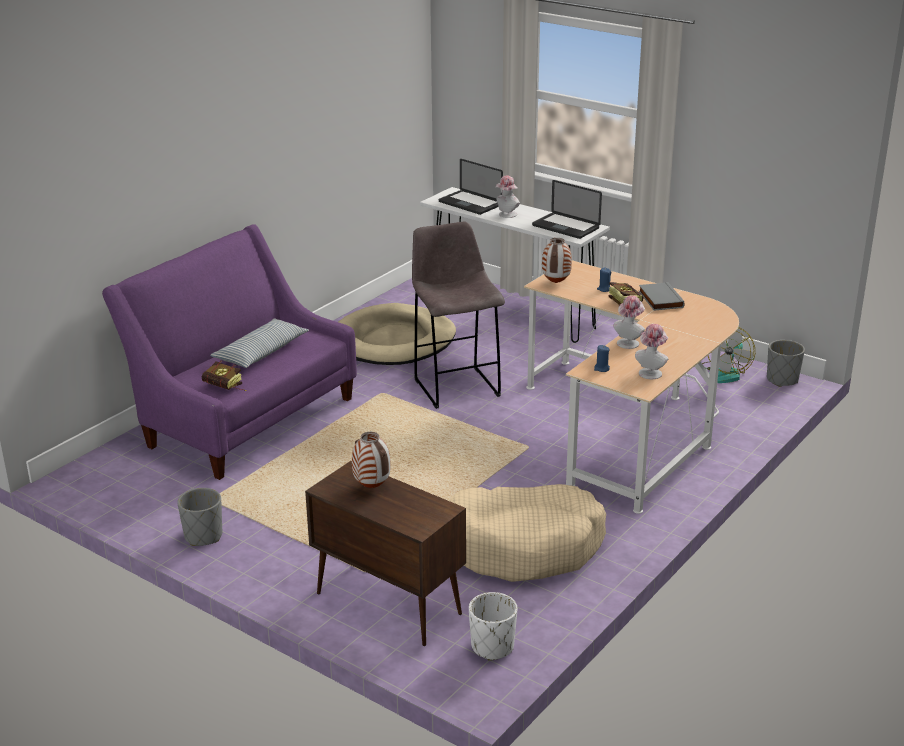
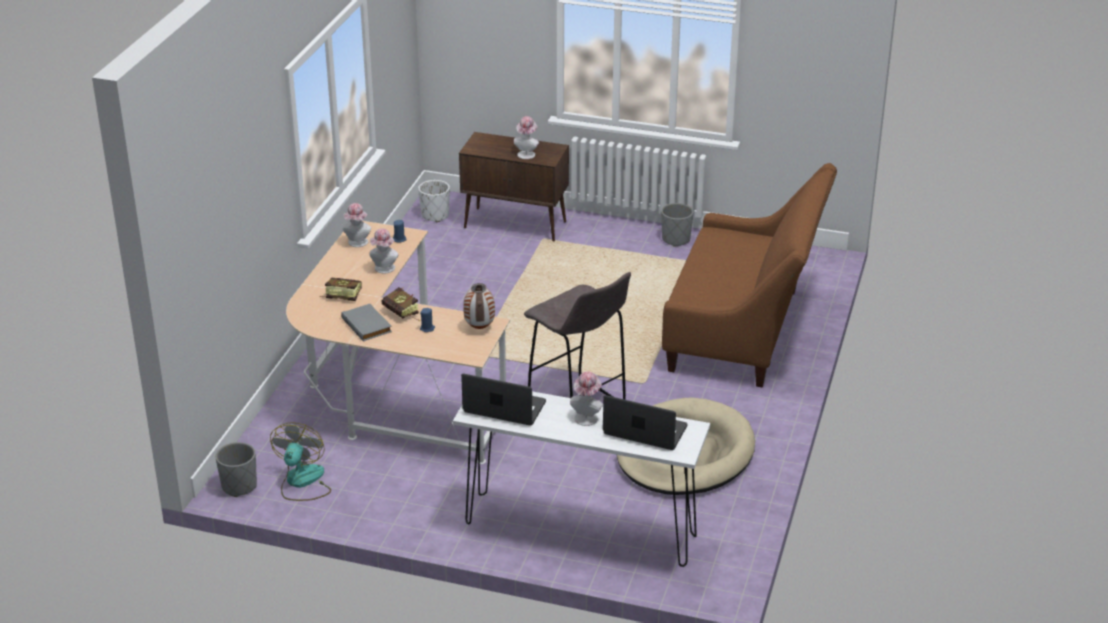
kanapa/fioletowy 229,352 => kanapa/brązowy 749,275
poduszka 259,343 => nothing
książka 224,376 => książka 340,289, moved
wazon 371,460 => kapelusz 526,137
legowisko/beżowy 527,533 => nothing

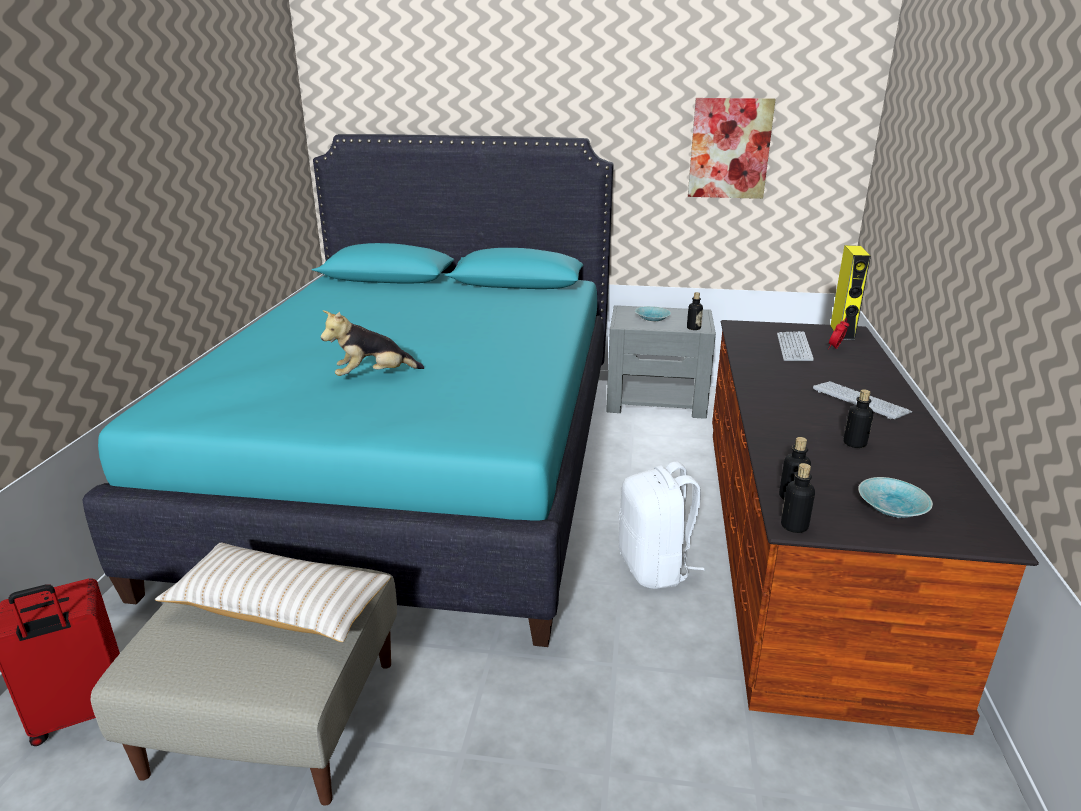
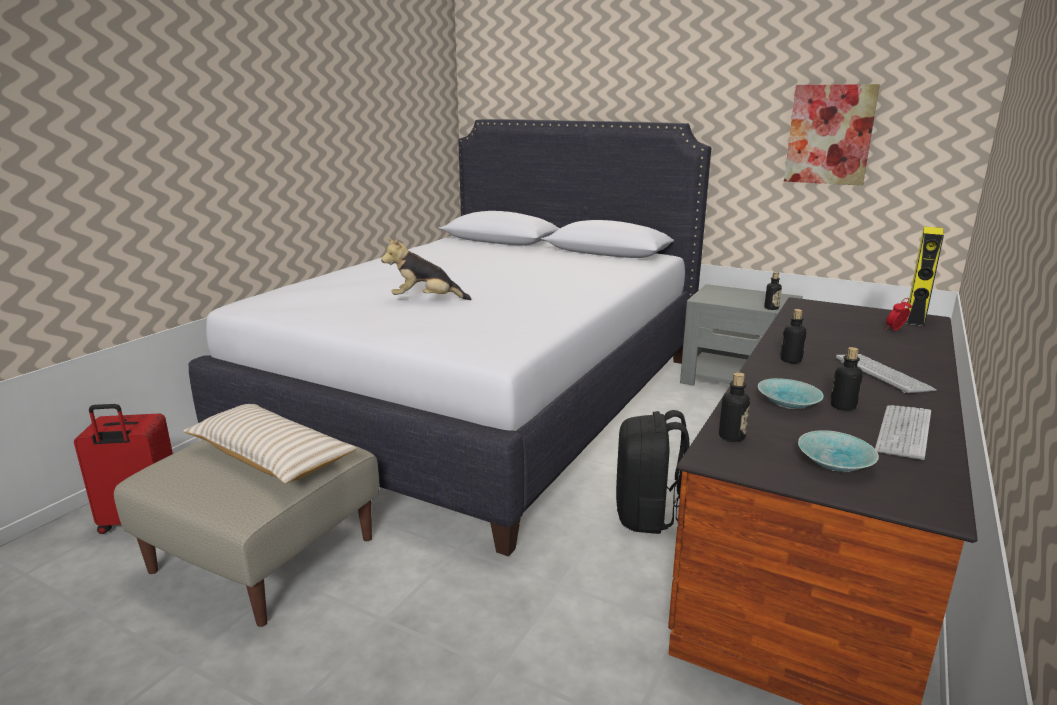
łóżko/turkusowy 348,390 => łóżko/biały 450,338
miska/turkusowy 653,314 => miska/turkusowy 790,393, moved
klawiatura 795,346 => klawiatura 903,432, moved
plecak/biały 661,525 => plecak/czarny 653,472
butelka 798,498 => butelka 793,336, moved

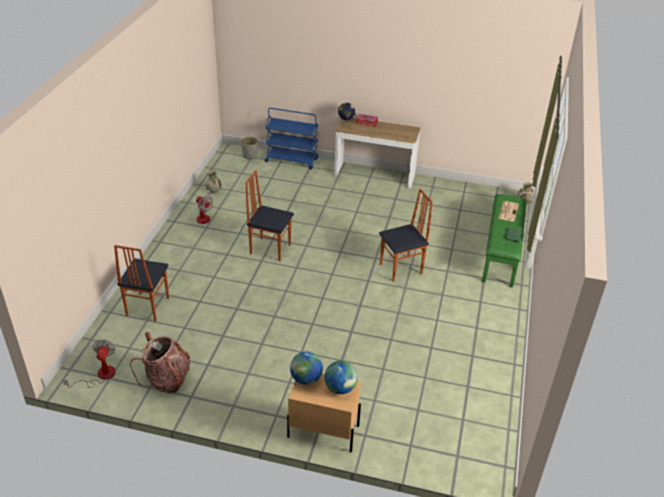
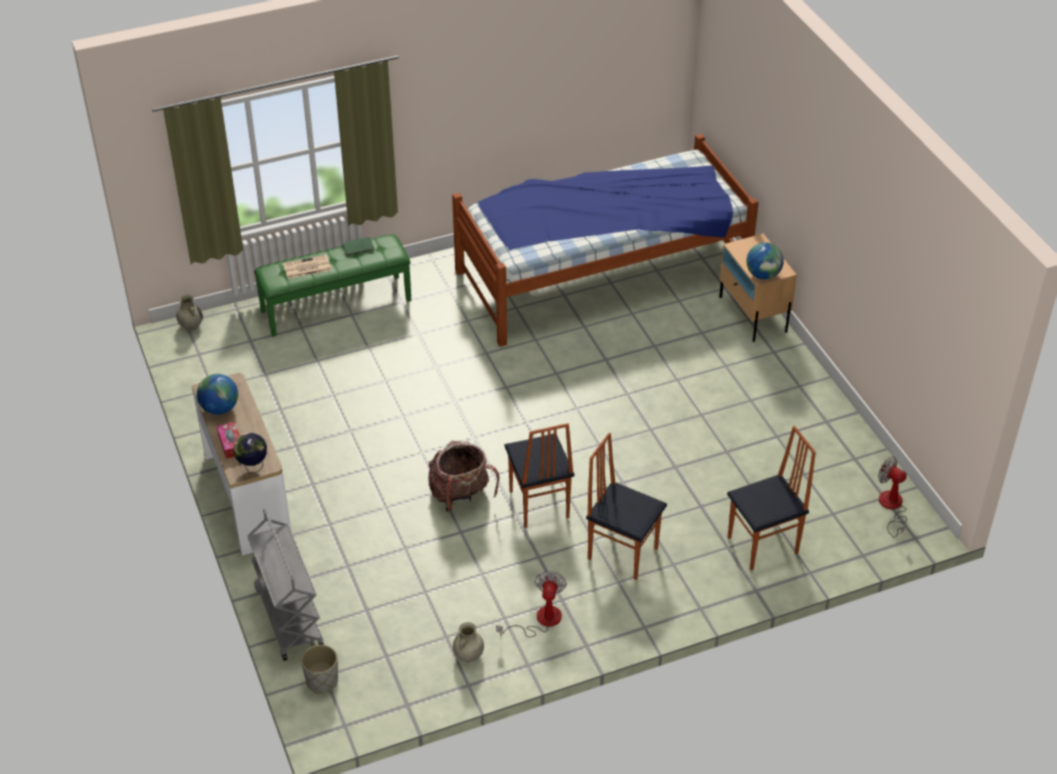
wózek/niebieski 292,138 => wózek/szary 286,584
krzesło 406,235 => krzesło 626,506, moved
plecak 160,362 => plecak 463,476, moved
wentylator 89,364 => wentylator 892,497, 75 degrees clockwise
globus 341,377 => globus 217,394, moved
nothing => łóżko 605,240

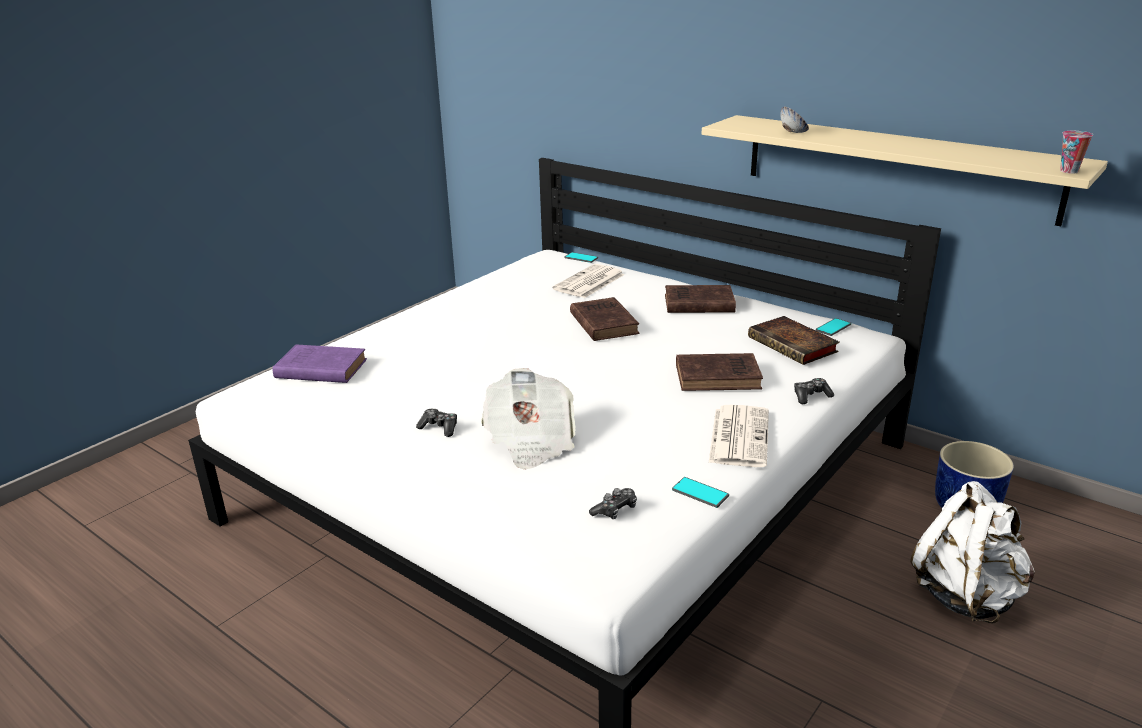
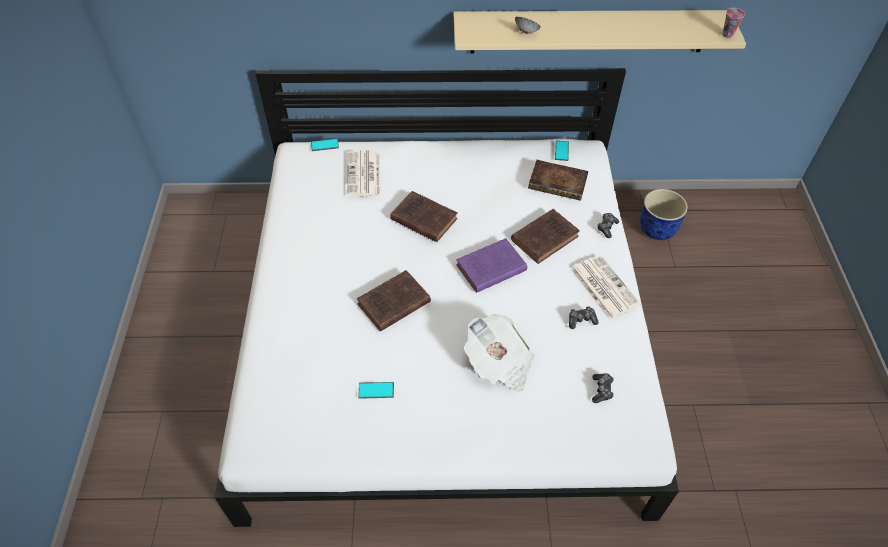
książka/brązowy 700,299 => książka/brązowy 394,301, moved
książka/fioletowy 320,363 => książka/fioletowy 491,265, moved
pad do gier 436,423 => pad do gier 584,317, moved
telefon 700,492 => telefon 376,390, moved
plecak/biały 972,552 => nothing

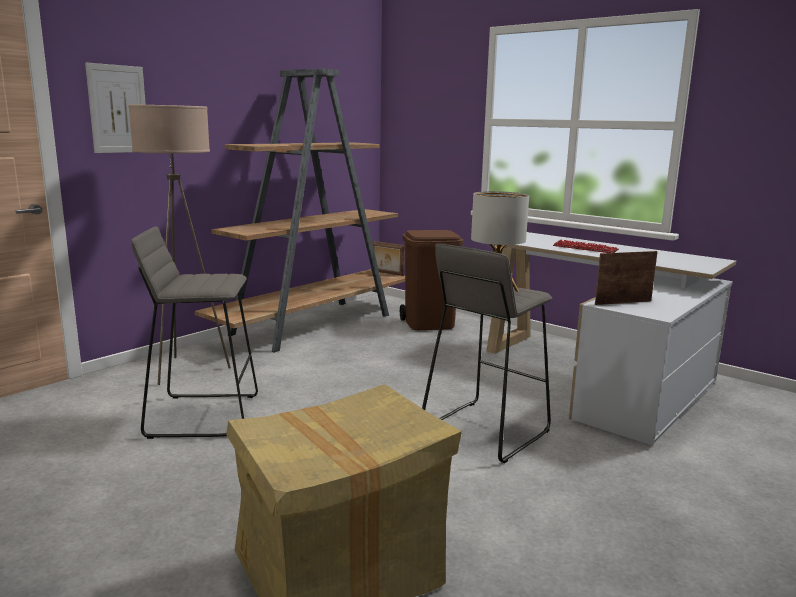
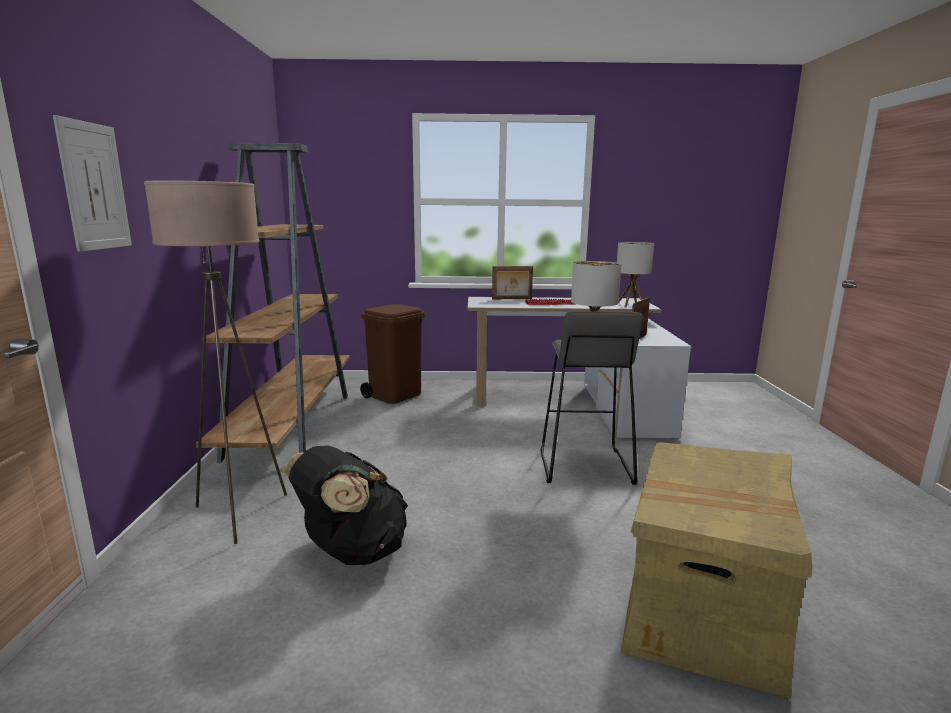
stołek/szary 194,332 => plecak/czarny 345,505
ramka na zdjęcie 388,258 => ramka na zdjęcie 512,283, moved
nothing => lampa stołowa 635,275

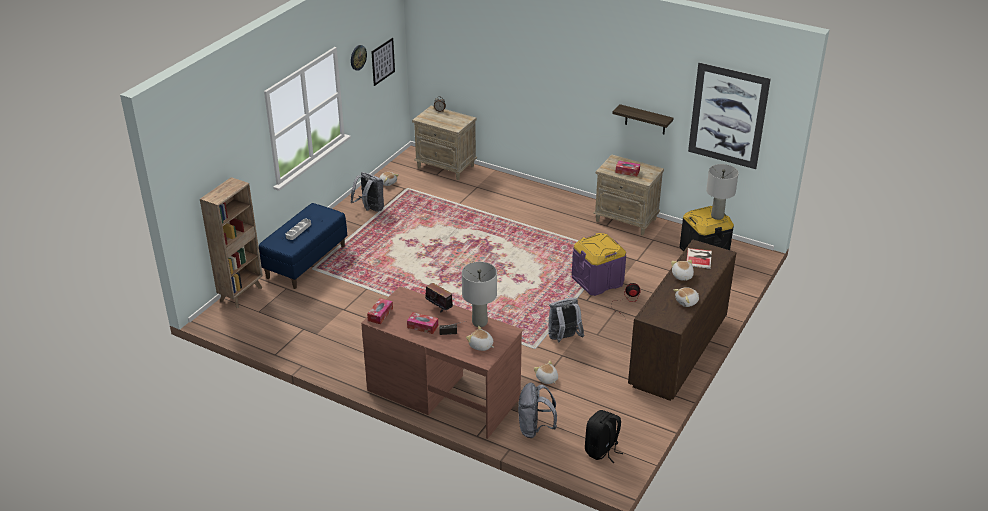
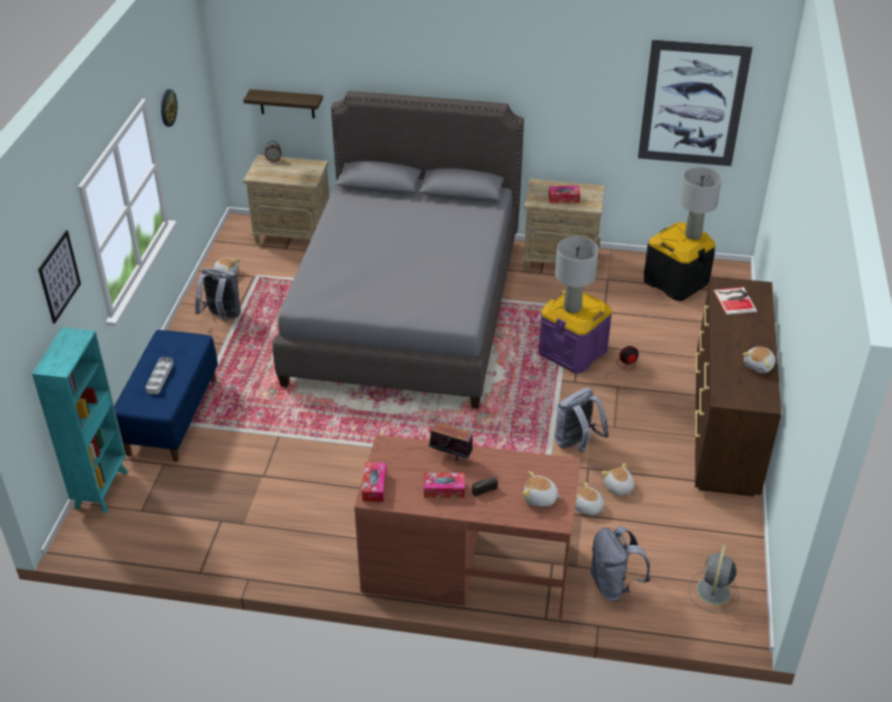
obraz 383,62 => obraz 59,277, moved
półka 643,119 => półka 283,103, moved
regał/brązowy 231,242 => regał/turkusowy 80,420
pluszak 682,270 => pluszak 618,479, moved
lampa stołowa/szary 479,294 => lampa stołowa/szary 577,274, moved
plecak/czarny 604,436 => wentylator/szary 713,578
nothing => łóżko/szary 398,250

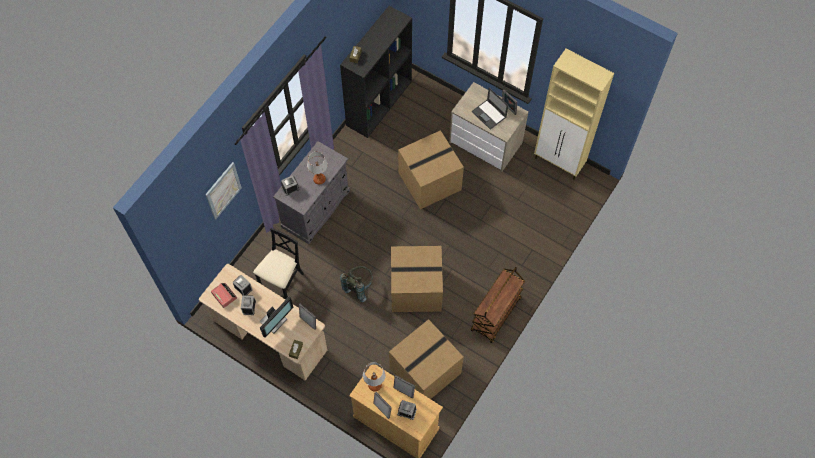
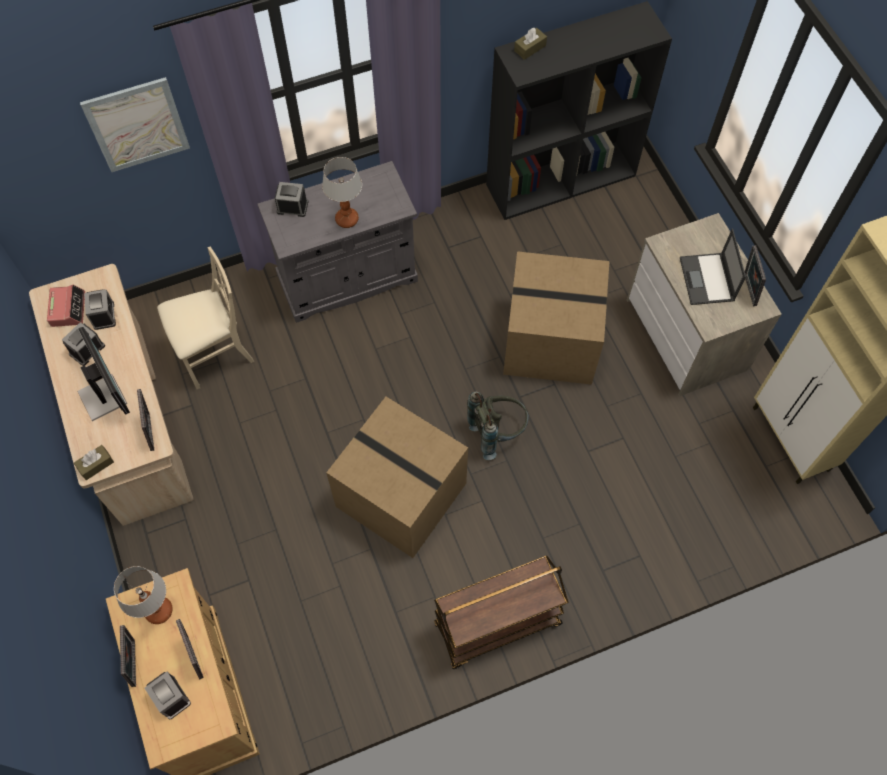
krzesło/czarny 278,264 => krzesło/beżowy 205,318
plecak/szary 356,284 => plecak/szary 498,426, moved
monitor 277,317 => monitor 103,374, 105 degrees counterclockwise
karton 426,359 => nothing

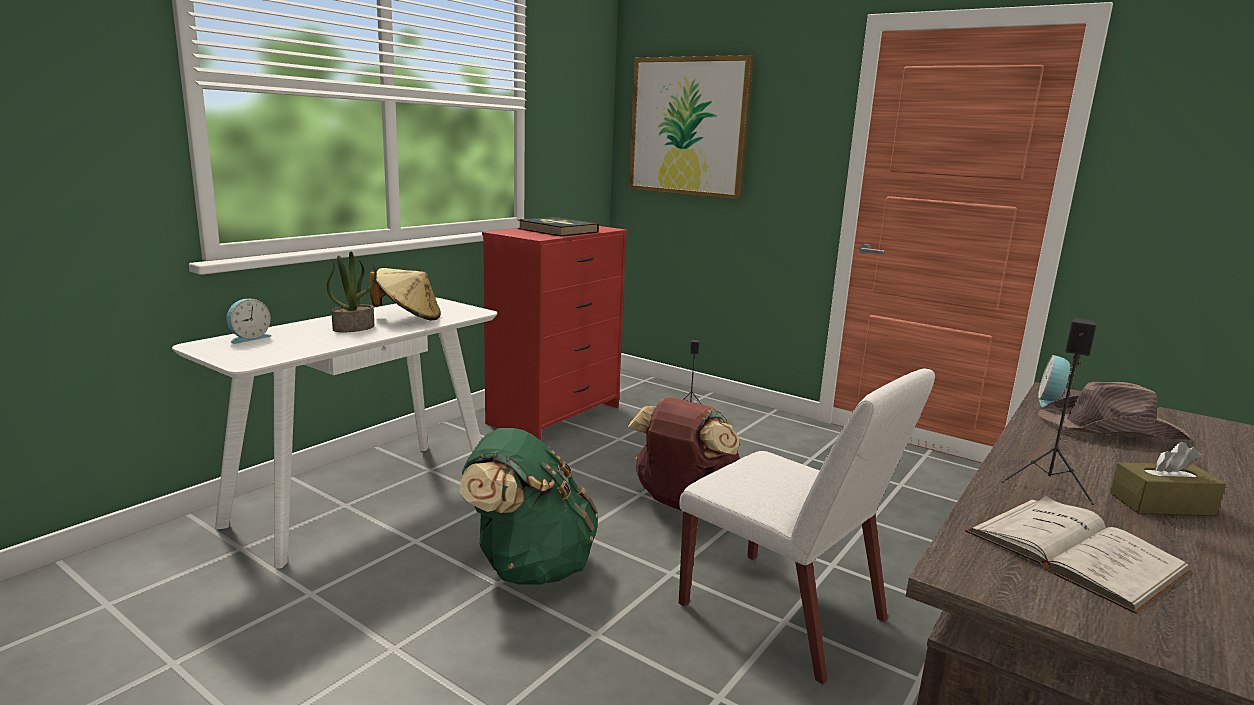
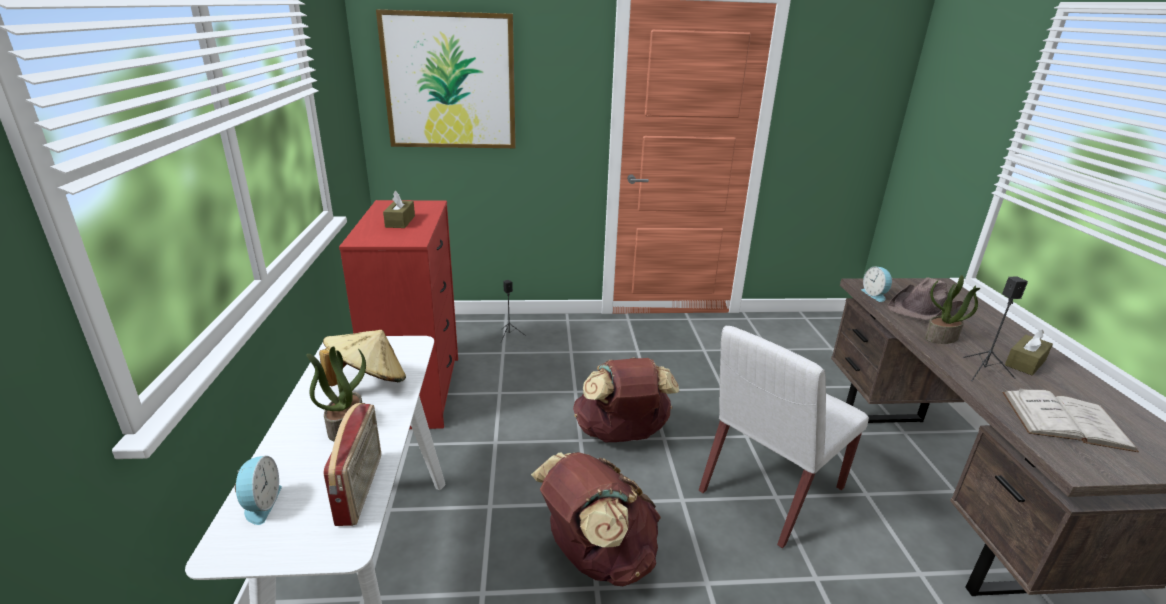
książka 558,226 => pudełko chusteczek/brązowy 399,209
krzesło/biały 807,526 => krzesło/biały 784,437, 135 degrees clockwise
plecak/zielony 528,506 => plecak/brązowy 596,519
nothing => roślina doniczkowa 953,309
nothing => radio 352,464

